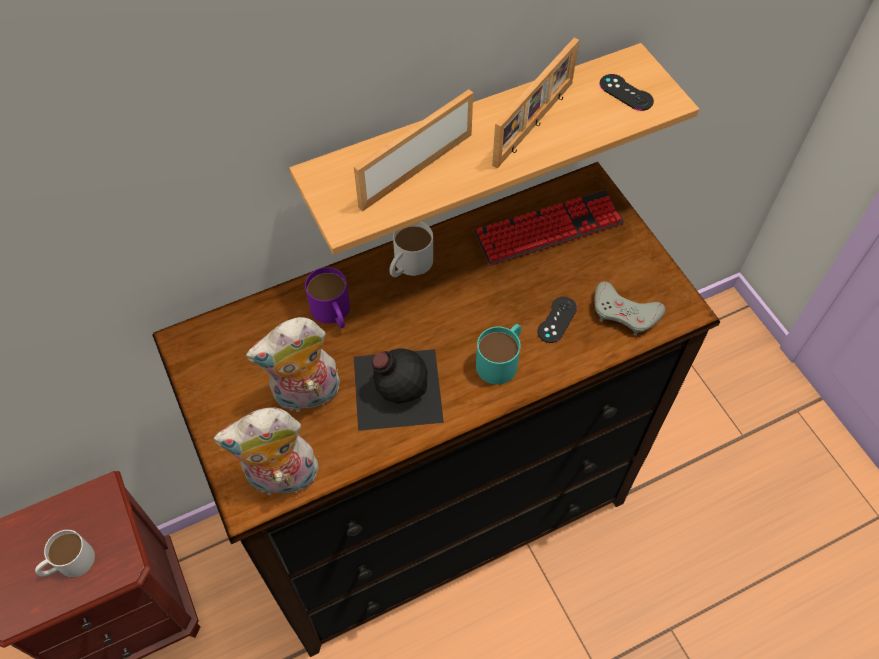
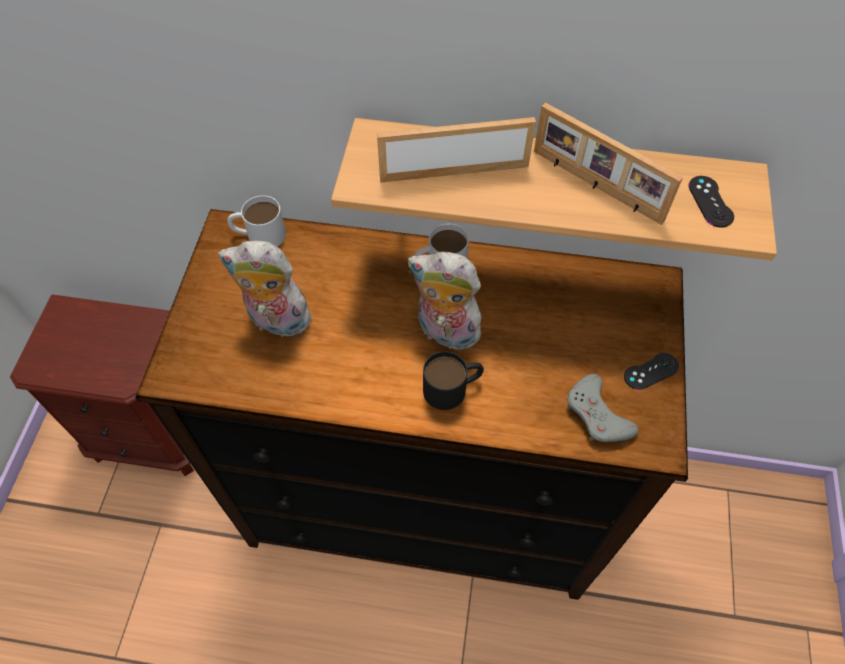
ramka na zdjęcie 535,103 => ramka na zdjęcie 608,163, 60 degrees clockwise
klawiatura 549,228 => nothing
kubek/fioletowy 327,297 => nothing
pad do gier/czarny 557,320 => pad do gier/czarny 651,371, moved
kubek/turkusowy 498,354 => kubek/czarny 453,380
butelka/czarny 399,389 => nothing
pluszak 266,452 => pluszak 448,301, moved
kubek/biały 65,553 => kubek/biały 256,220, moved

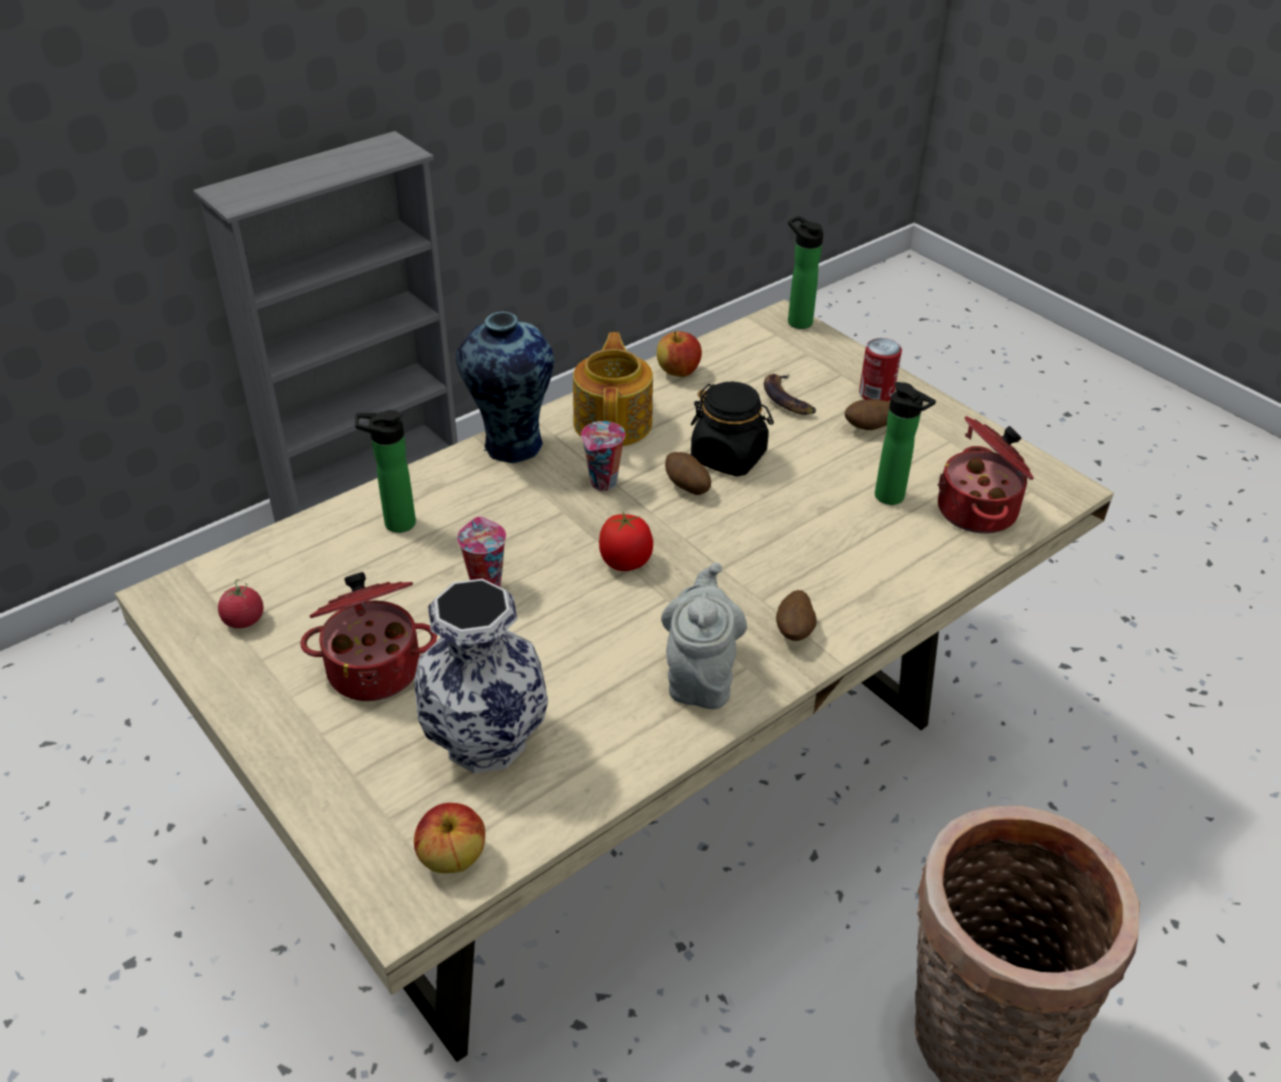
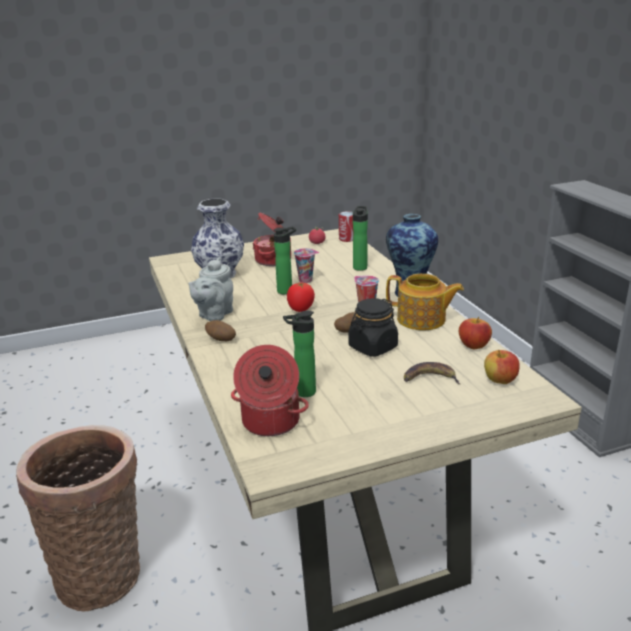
butelka 805,272 => butelka 284,260, moved
puszka 880,370 => puszka 346,226, moved
ziemniak 867,414 => nothing
imbryk/szary 704,635 => imbryk/szary 210,289, 90 degrees clockwise
jabłko 449,838 => jabłko 502,367, moved

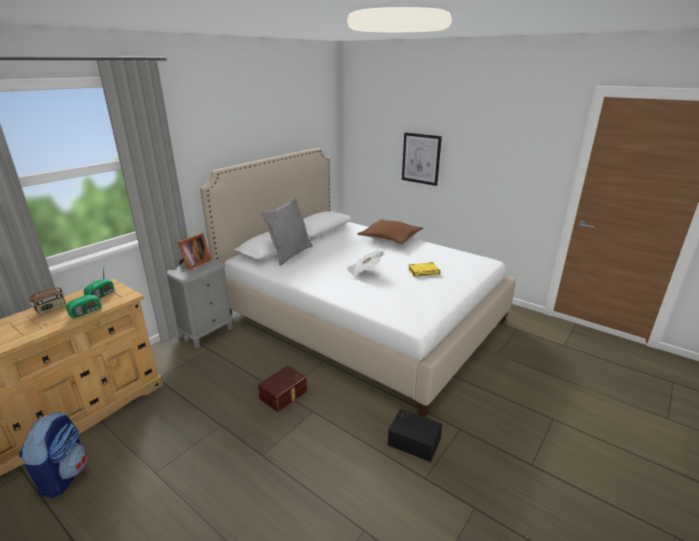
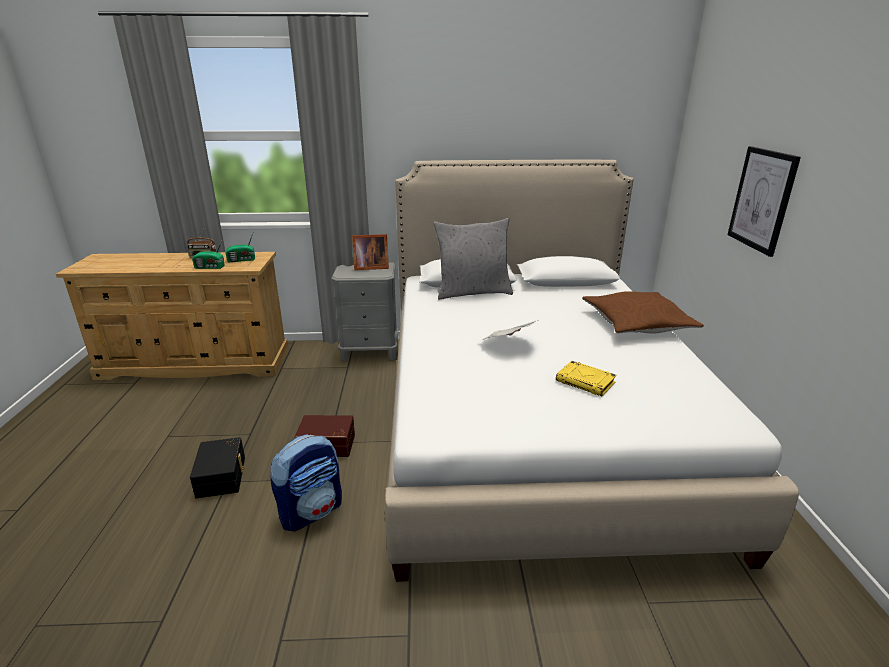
pojemnik do przechowywania/czarny 415,435 => pojemnik do przechowywania/czarny 217,467, moved
plecak 53,455 => plecak 306,482, moved

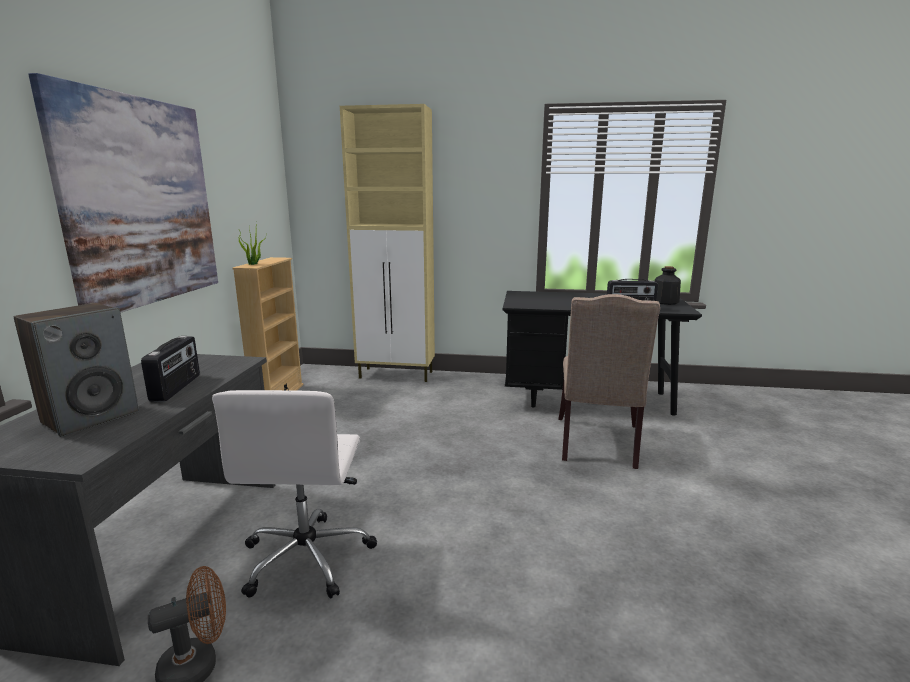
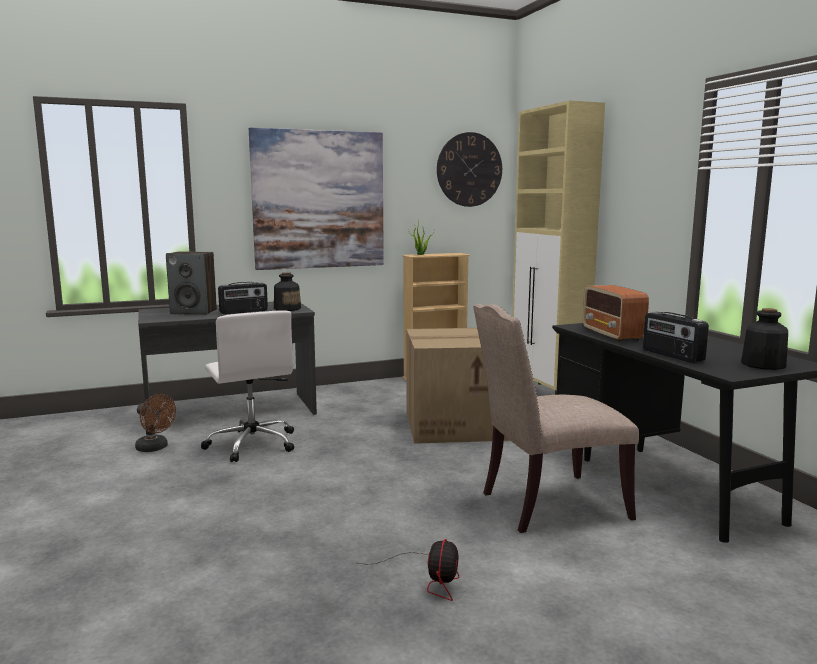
krzesło biurowe/biały 294,494 => krzesło biurowe/biały 247,386, 90 degrees counterclockwise
nothing => zegar ścienny 469,169
nothing => butelka 287,291
nothing => radio 616,313
nothing => karton 458,386
nothing => wentylator 409,570

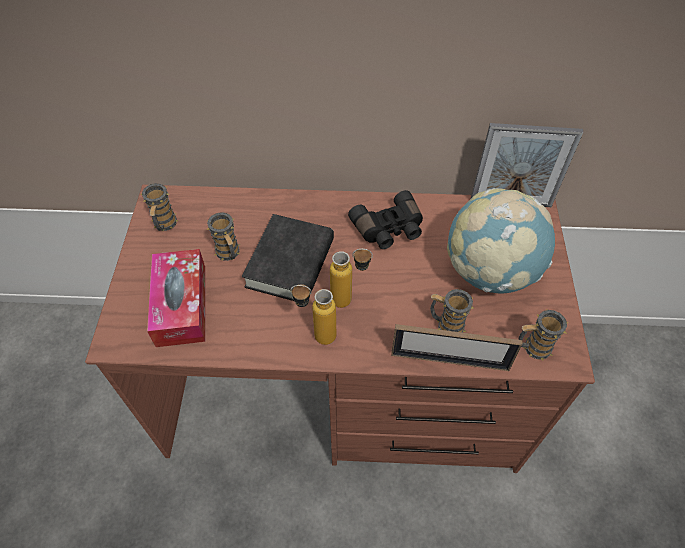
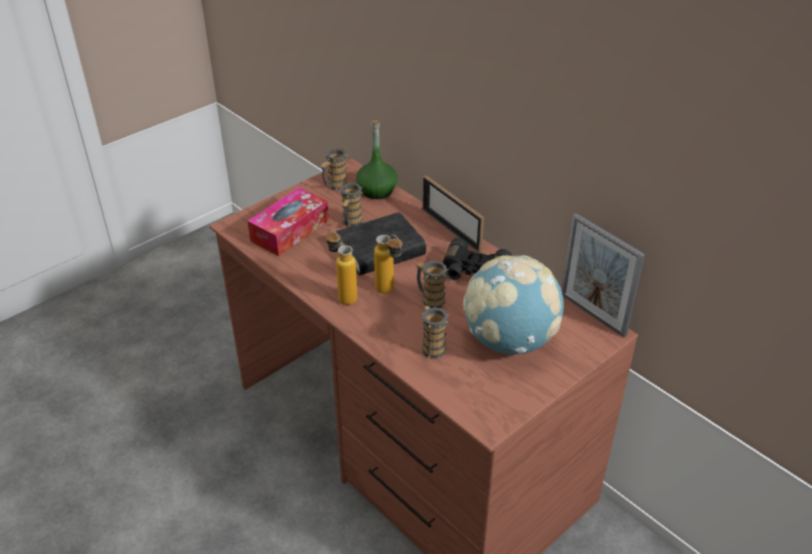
kubek 543,335 => kubek 432,284, moved
ramka na zdjęcie 456,347 => ramka na zdjęcie 453,214, moved
nothing => butelka/zielony 377,159

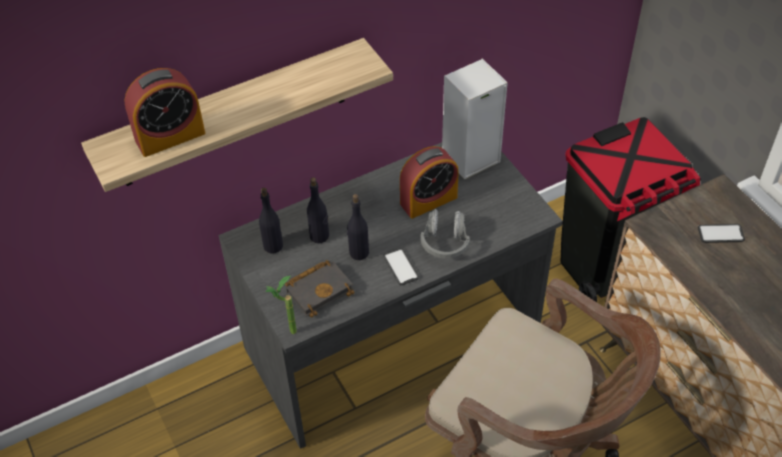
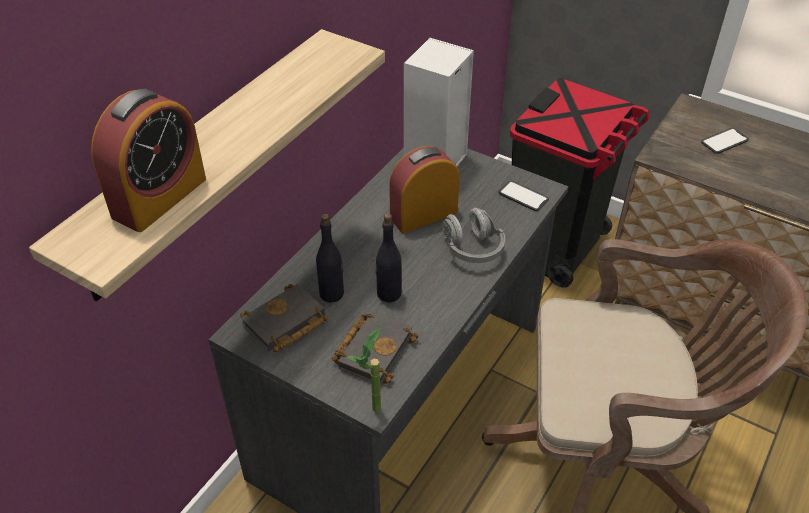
budzik 429,182 => budzik 424,190, 150 degrees counterclockwise
butelka/czarny 271,221 => książka/czarny 284,318
telefon 401,266 => telefon 523,196, moved

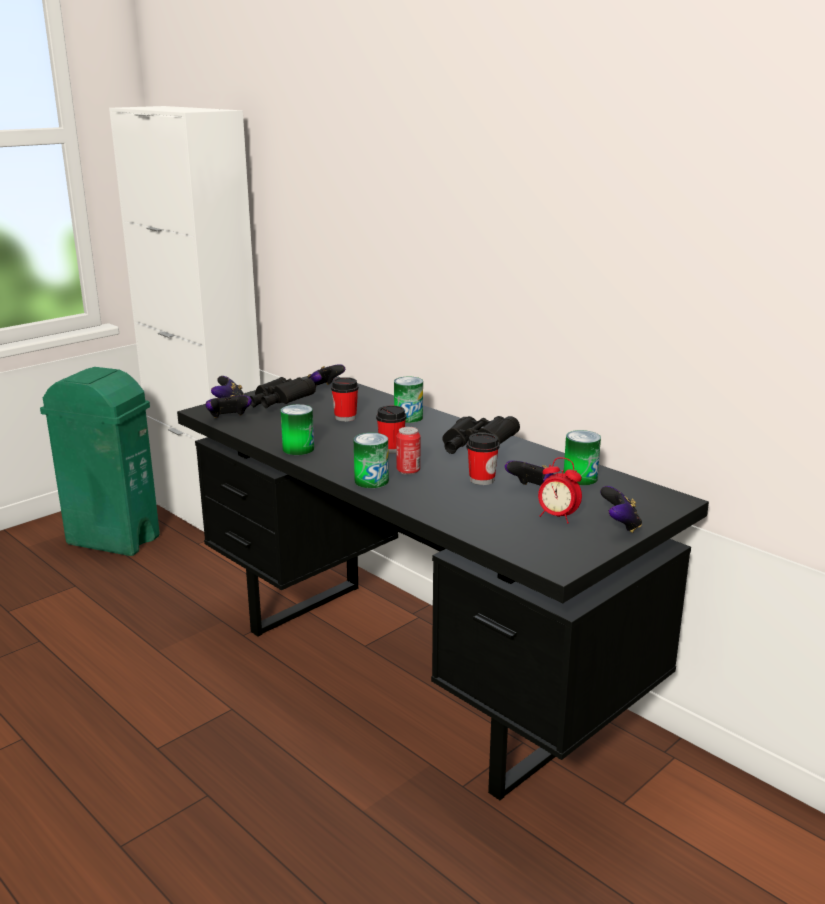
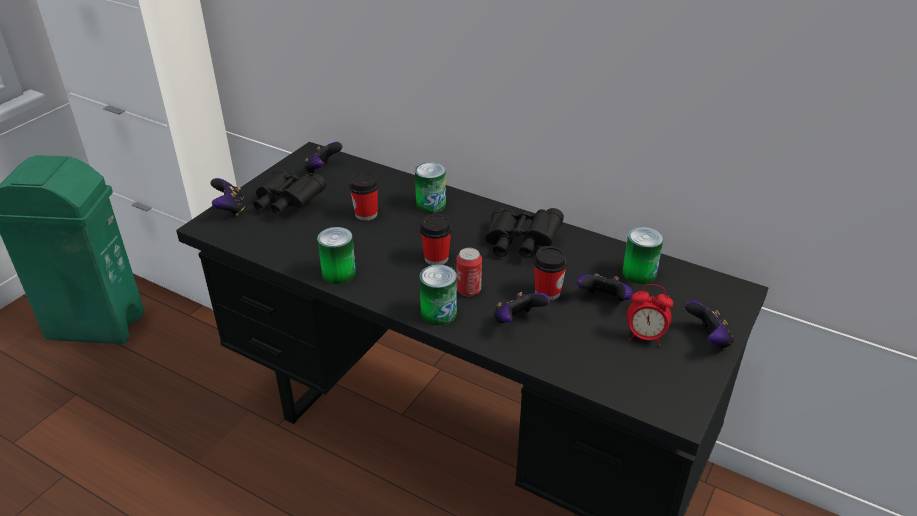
pad do gier 229,406 => pad do gier 522,307, moved

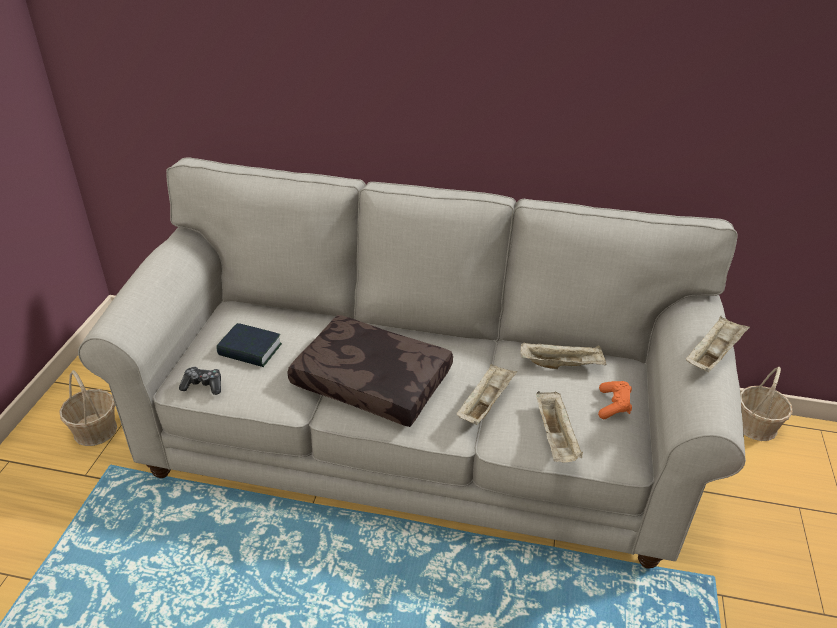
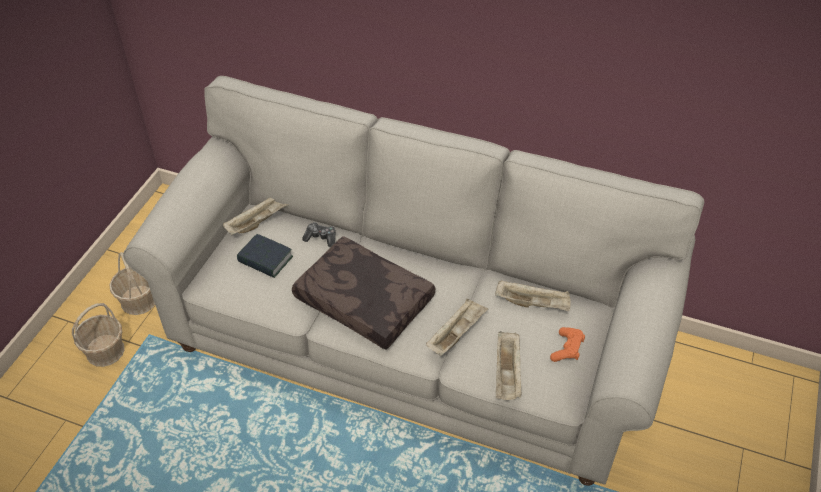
taca/beżowy 718,344 => taca/beżowy 256,216, moved
pad do gier 200,381 => pad do gier 318,234, moved
koszyk 766,404 => koszyk 98,335, moved

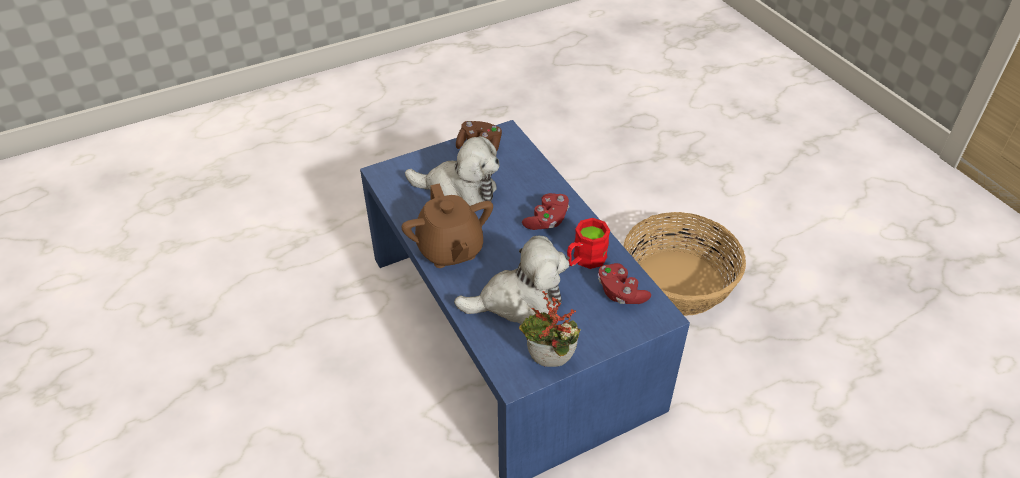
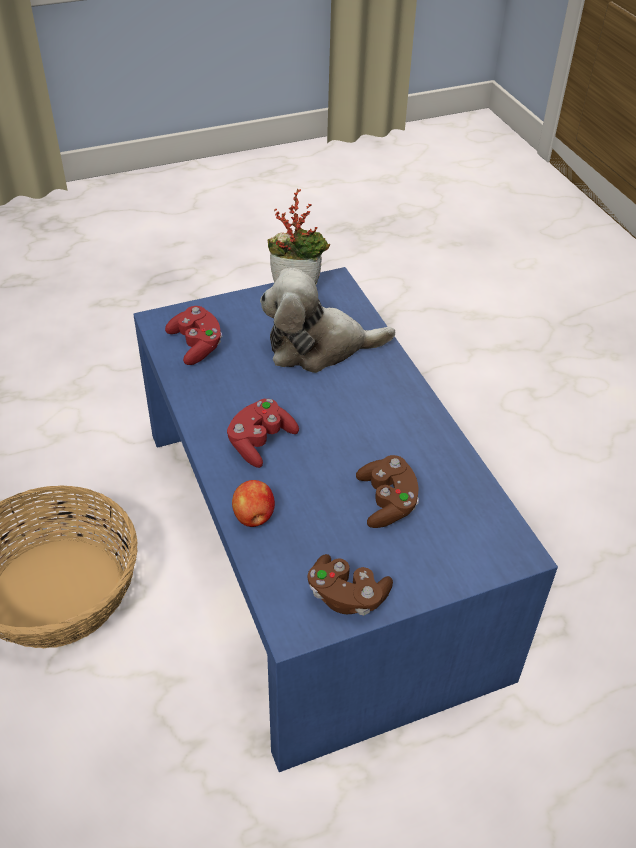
pluszak 452,171 => pad do gier/brązowy 387,491
imbryk/brązowy 447,225 => nothing
kubek/czerwony 588,243 => nothing
nothing => jabłko 253,503

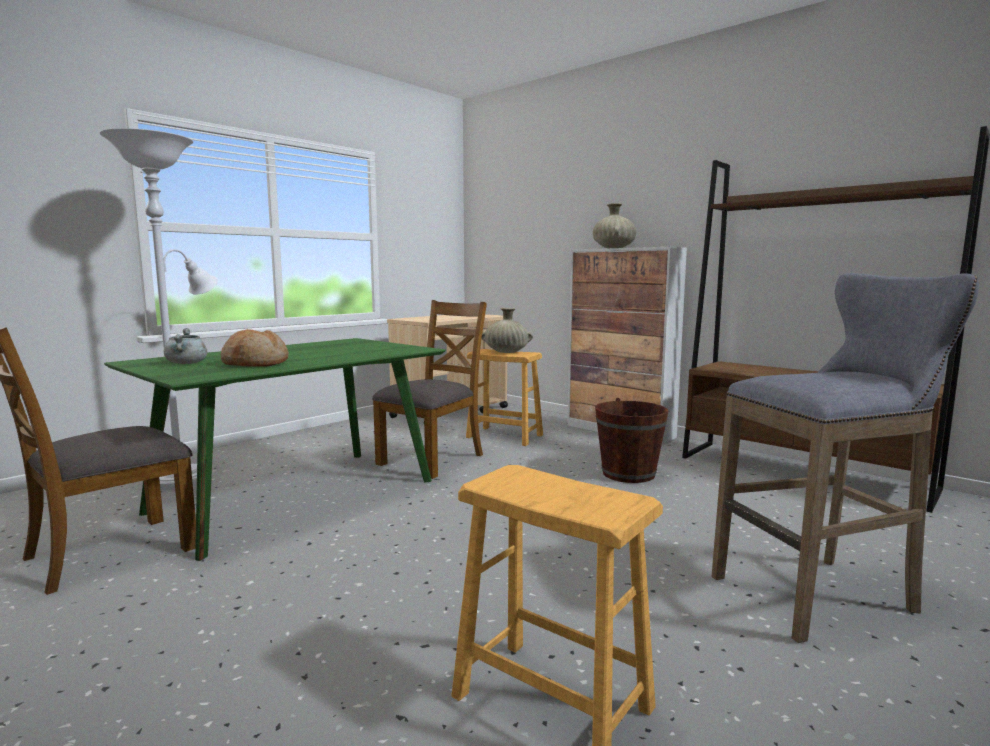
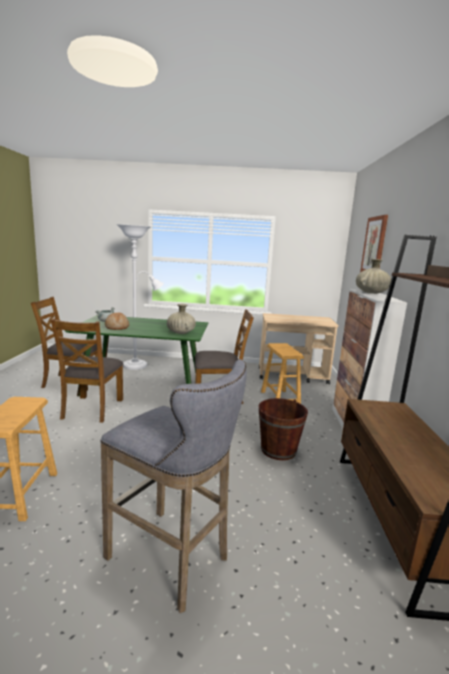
wazon/beżowy 507,330 => wazon/beżowy 181,319, moved
nothing => obraz 374,243
nothing => krzesło/brązowy 87,370

